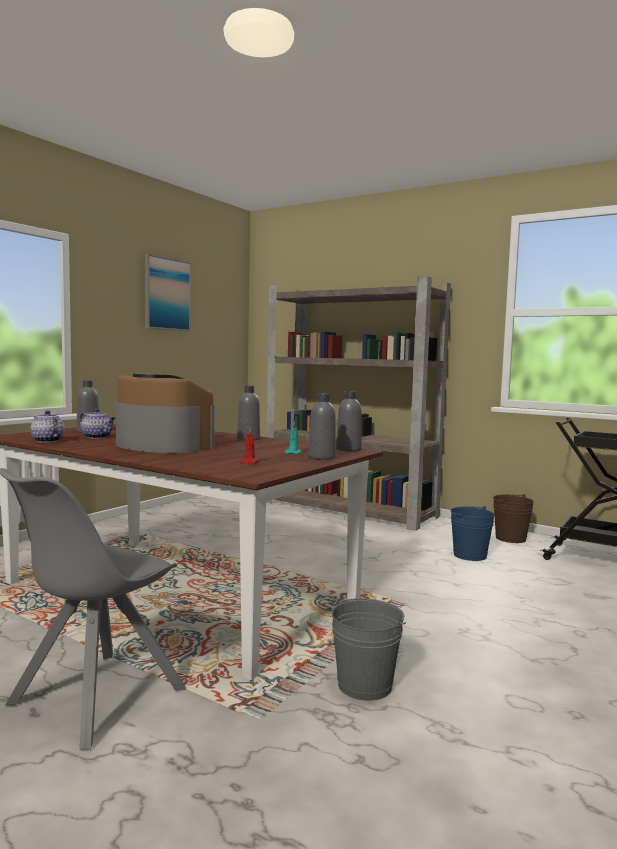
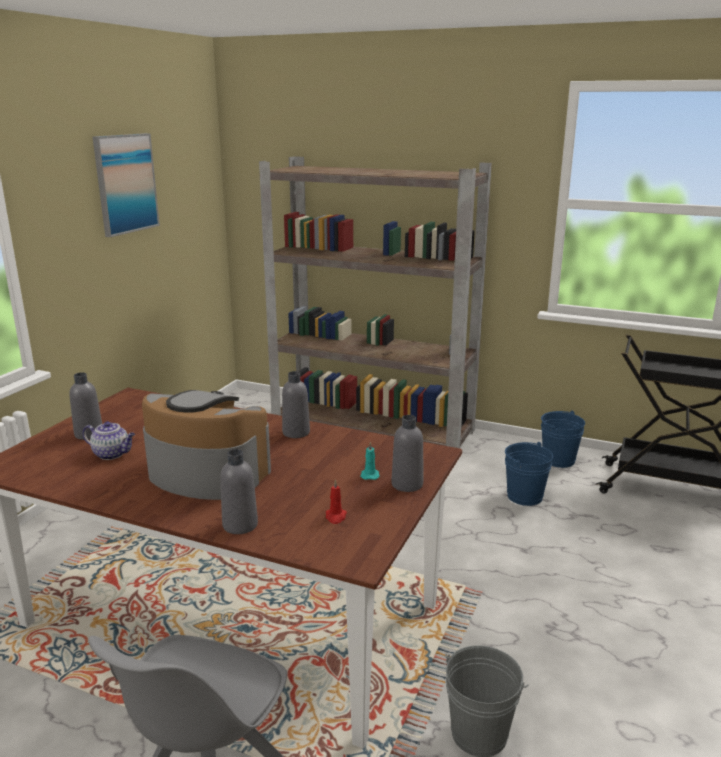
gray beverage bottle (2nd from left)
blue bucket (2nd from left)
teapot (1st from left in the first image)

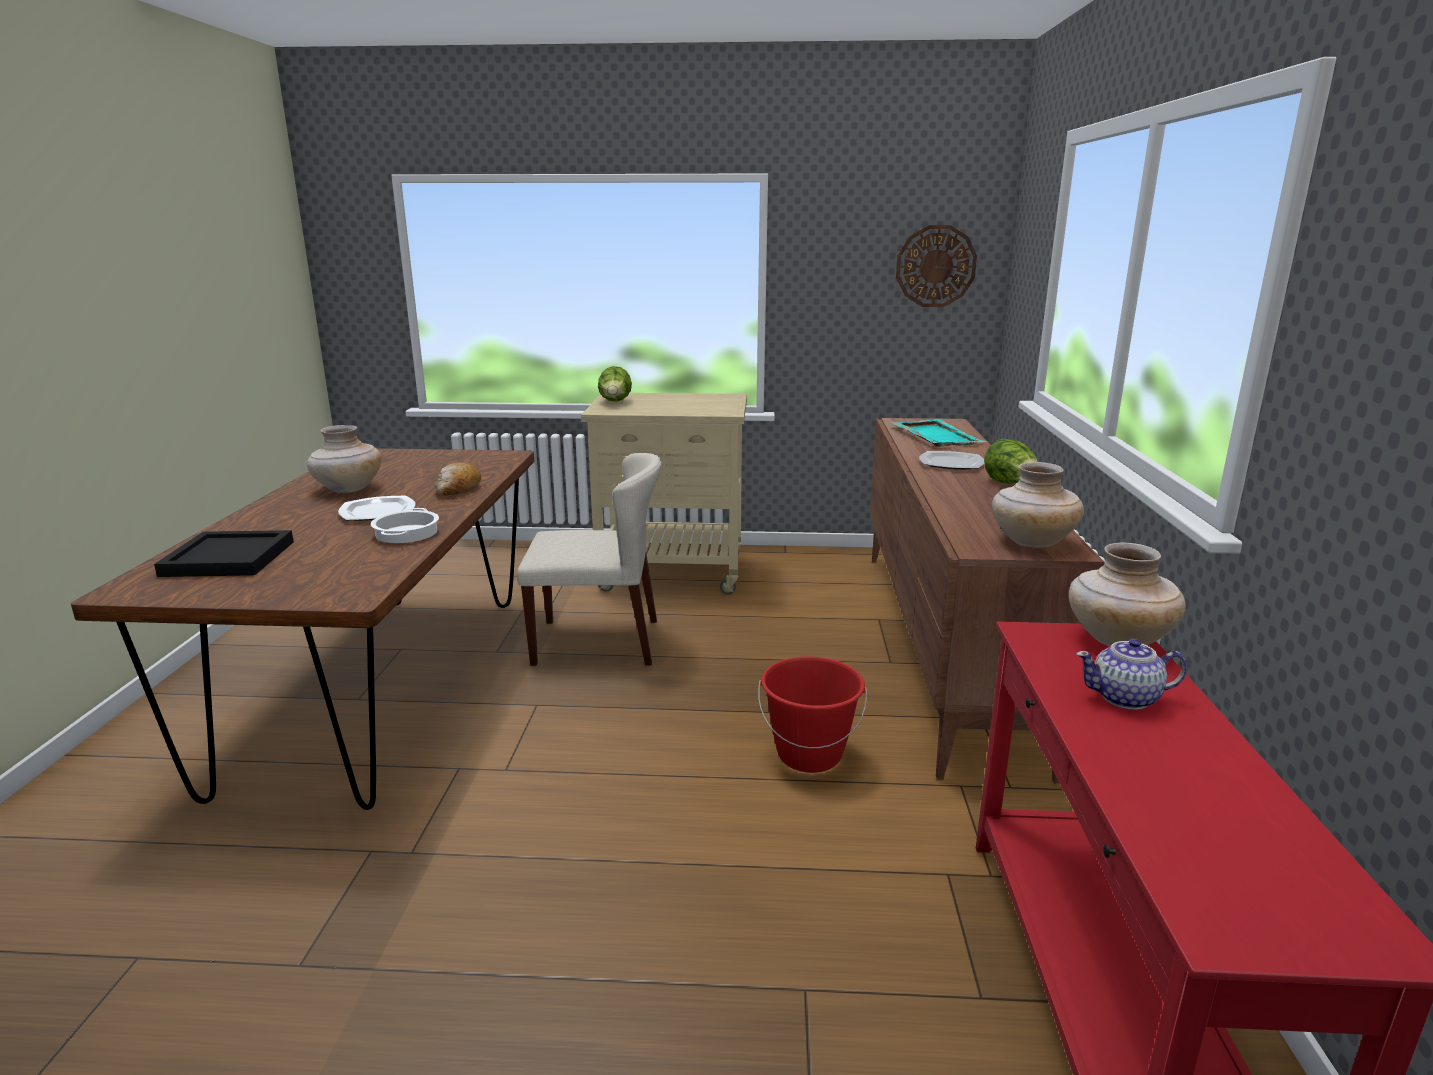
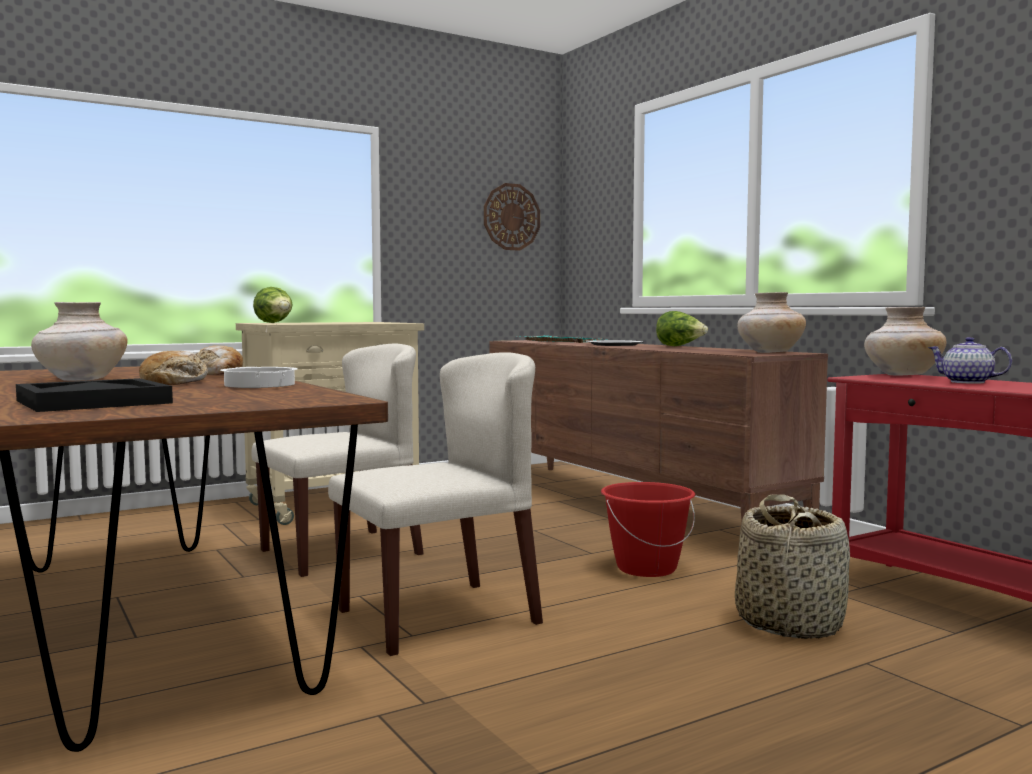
baked bread (1st from left)
beige-coloured upright chair (2nd from left)
basket
teapot

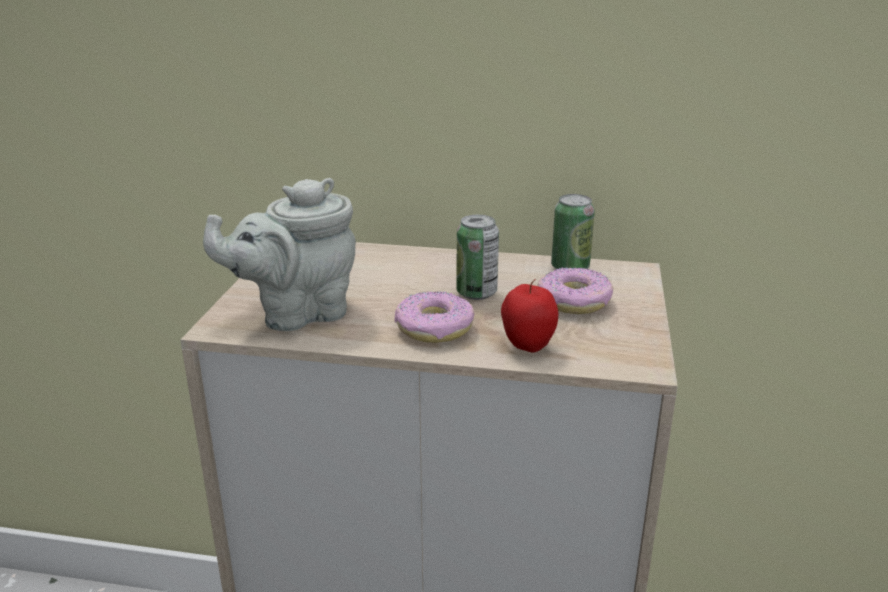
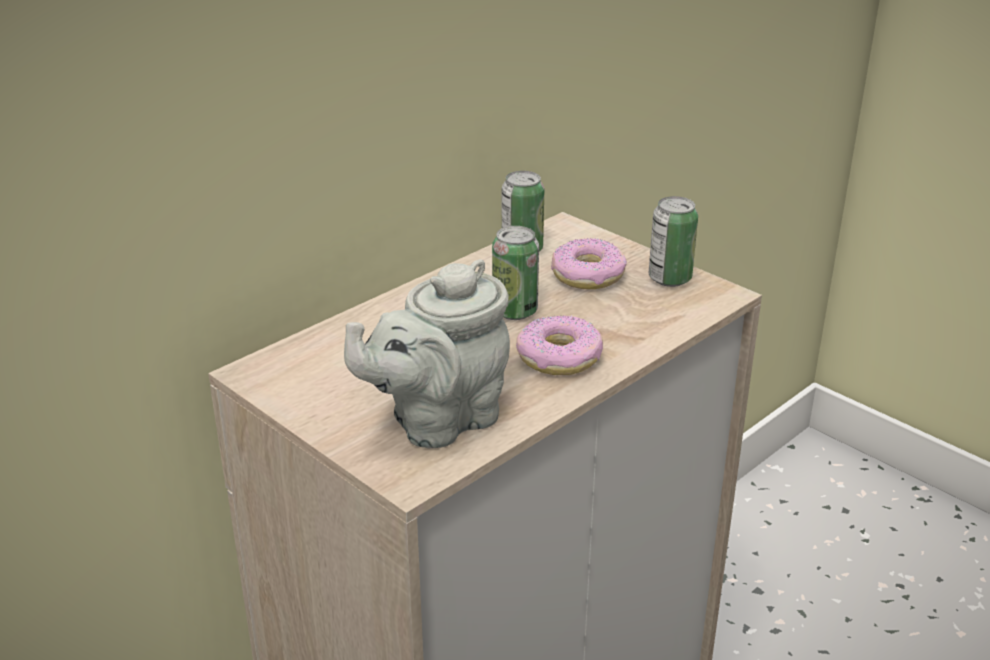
gray teapot
metal can (3rd from left)
whole apple

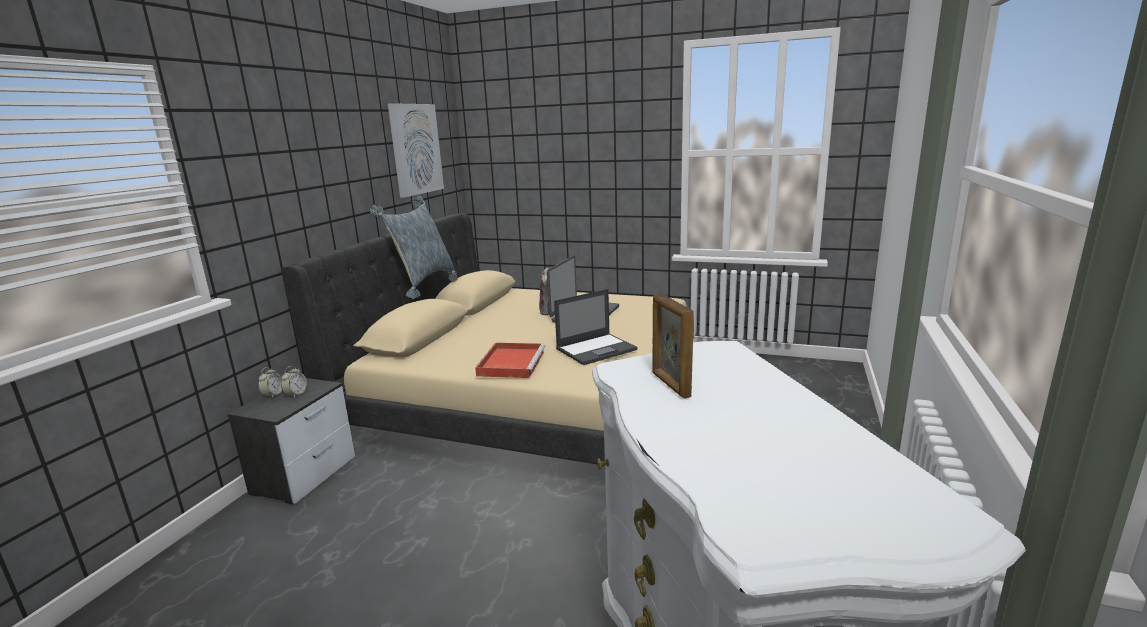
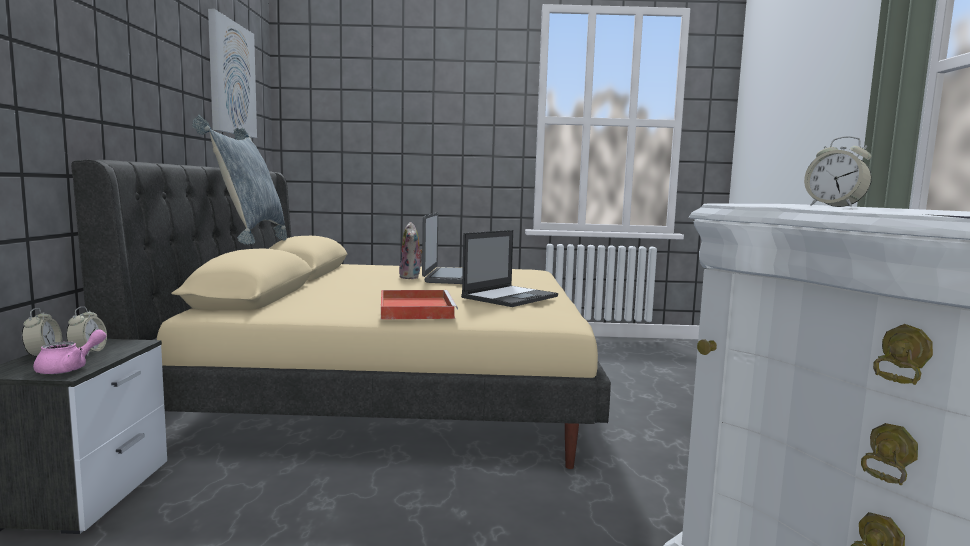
pinkish teapot
bedside clock (3rd from left)

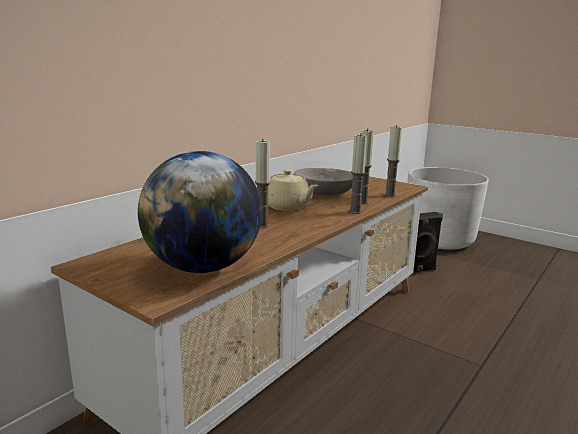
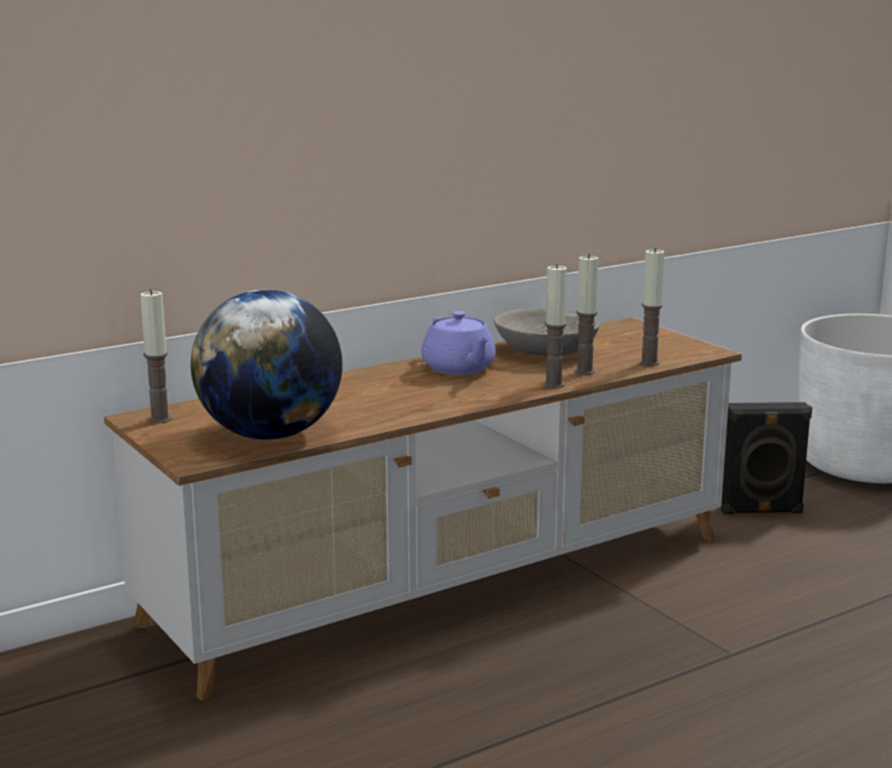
candle (1st from left)
purple teapot

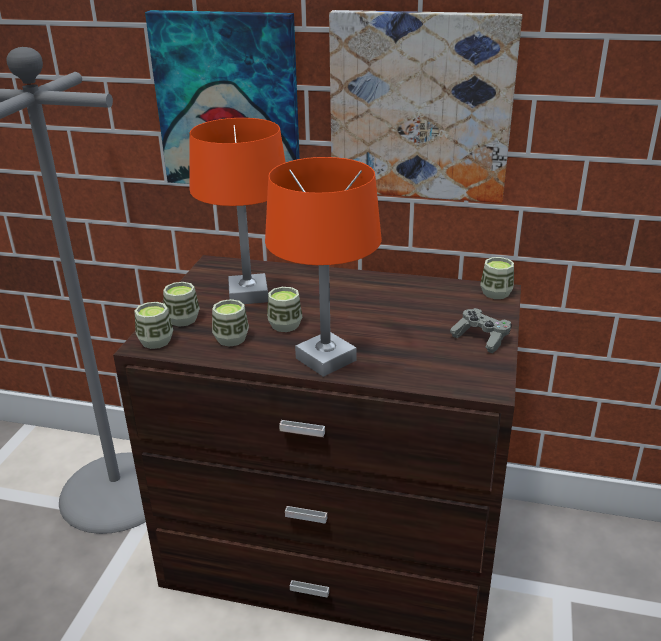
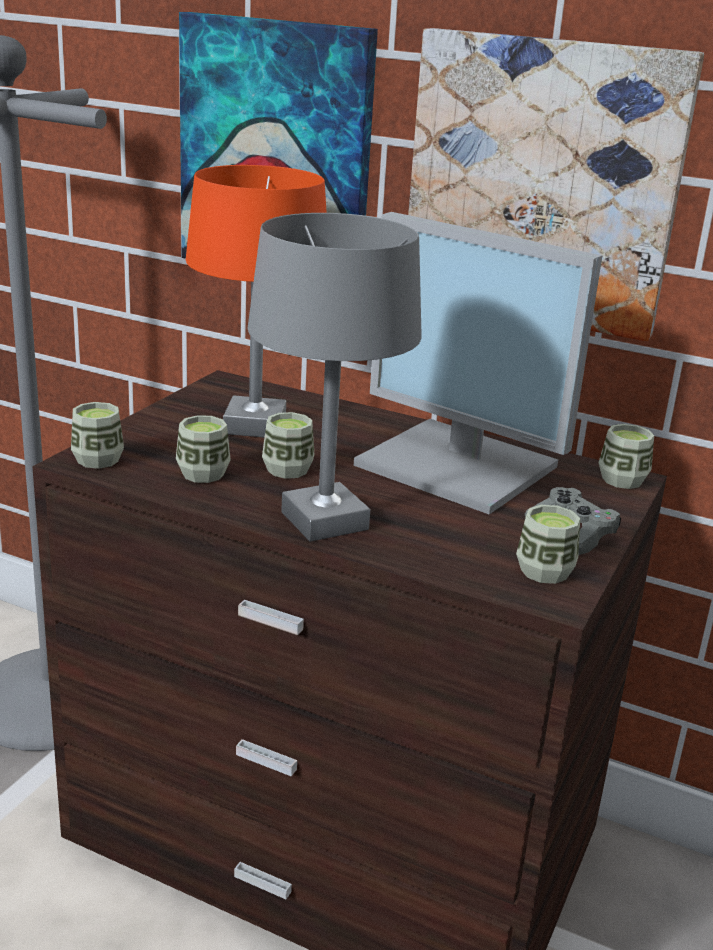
gray table lamp
monitor
cup (4th from left)

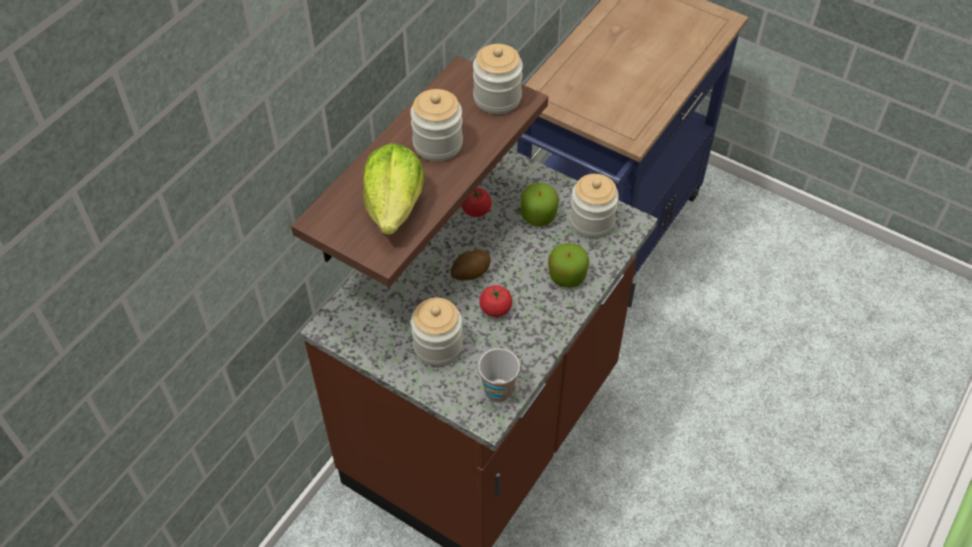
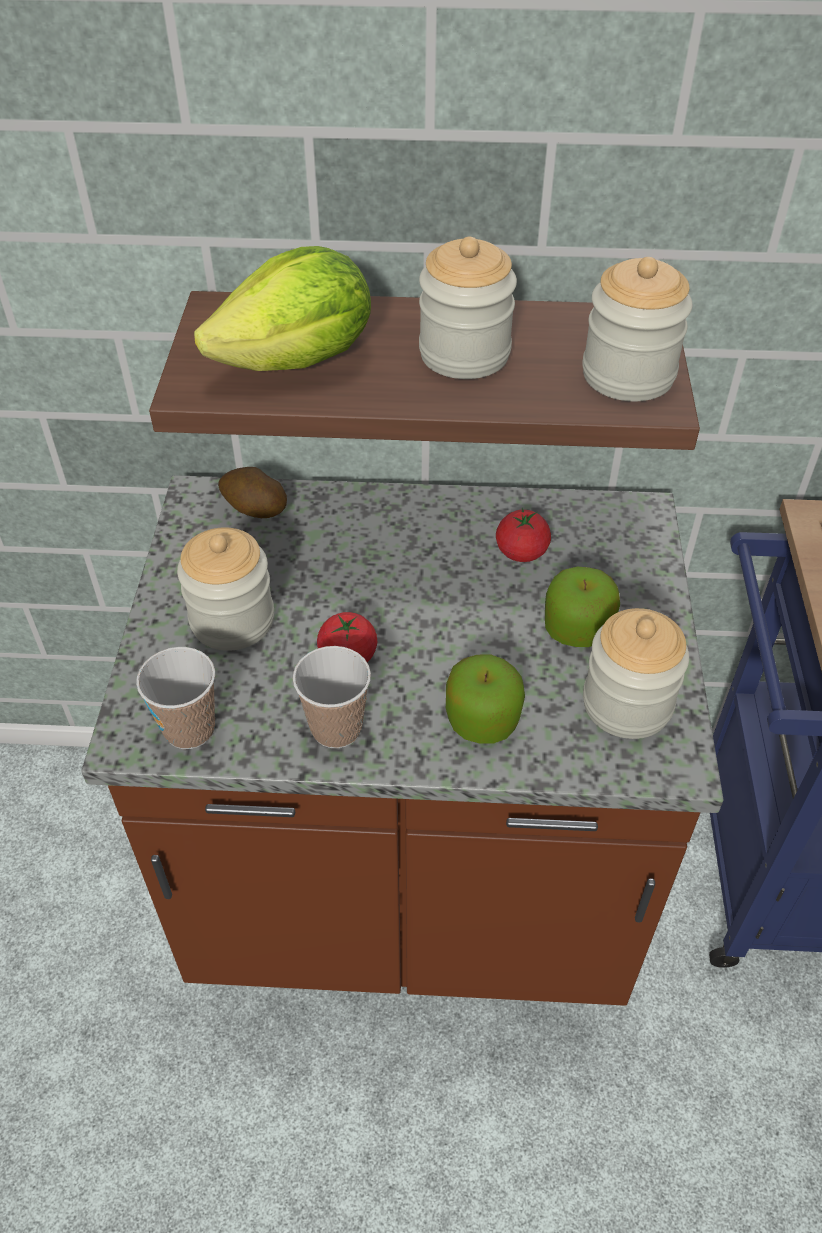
whole potato
cup (2nd from left)

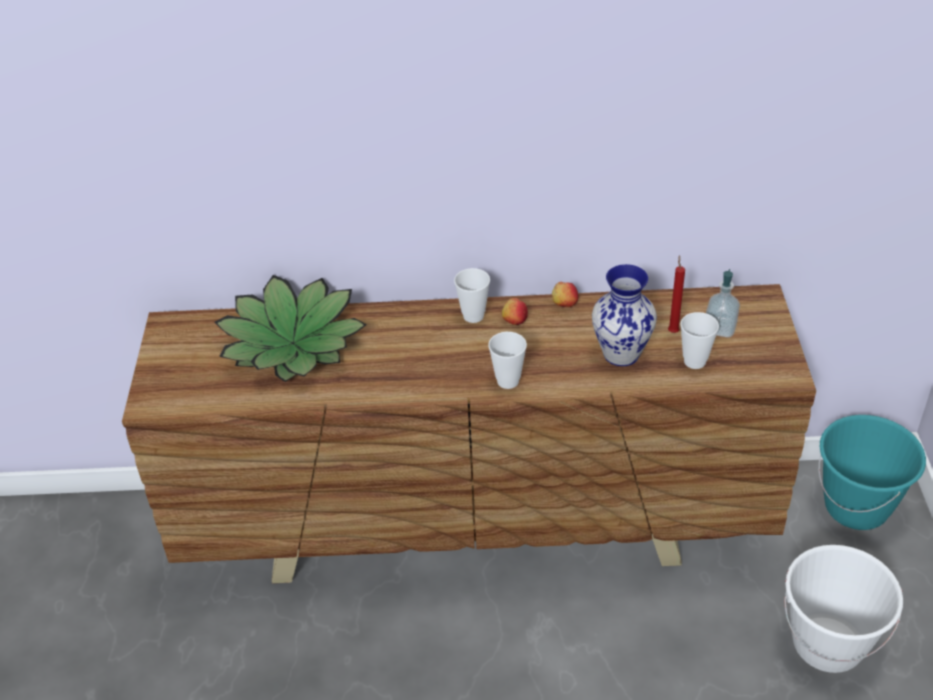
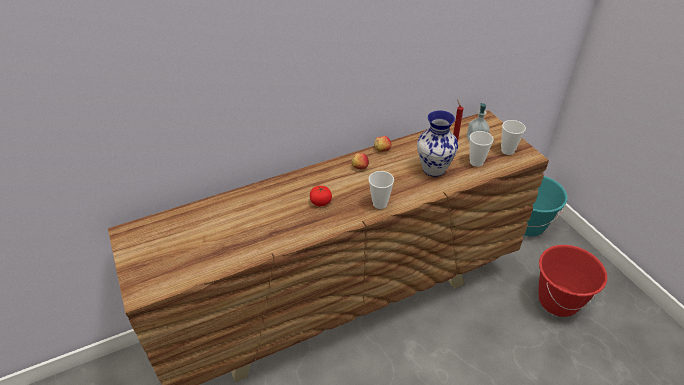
fresh tomato
cup (3rd from left)
red-coloured bucket
plant in a pot

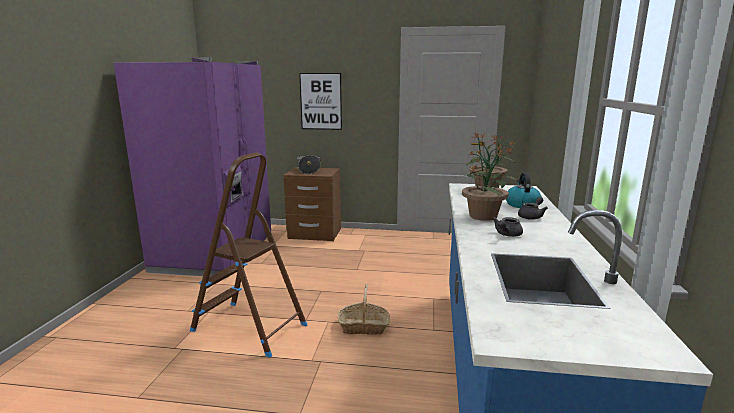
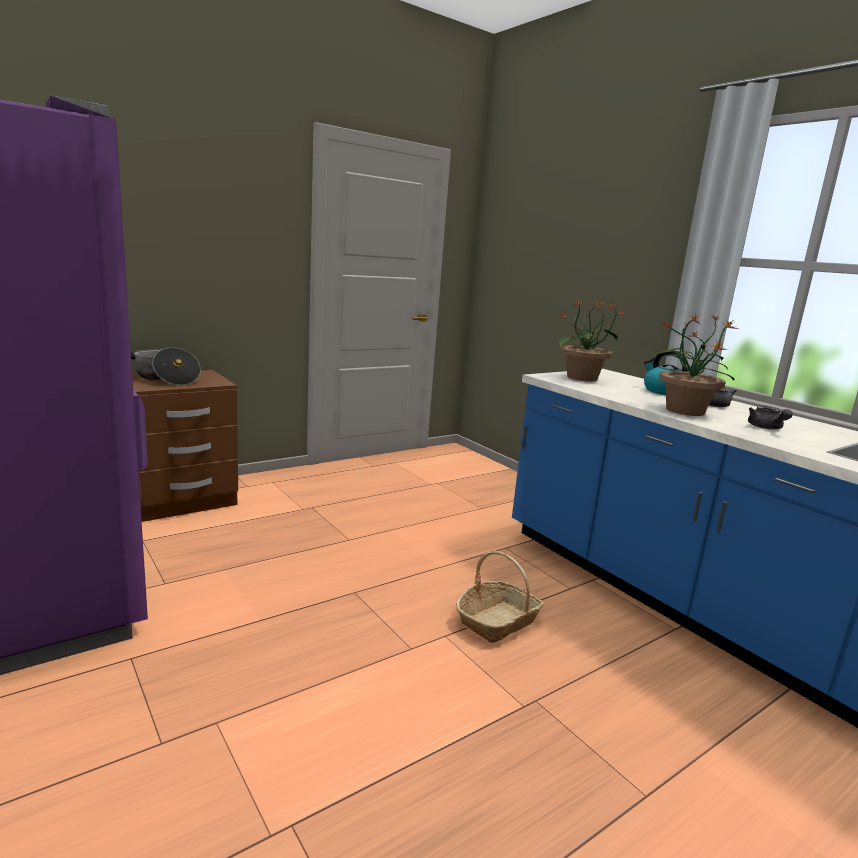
brown step ladder
picture

